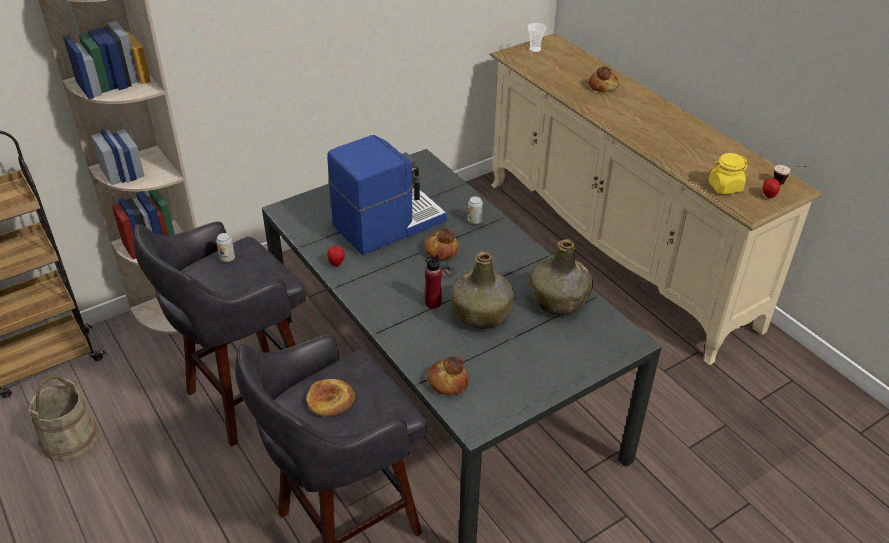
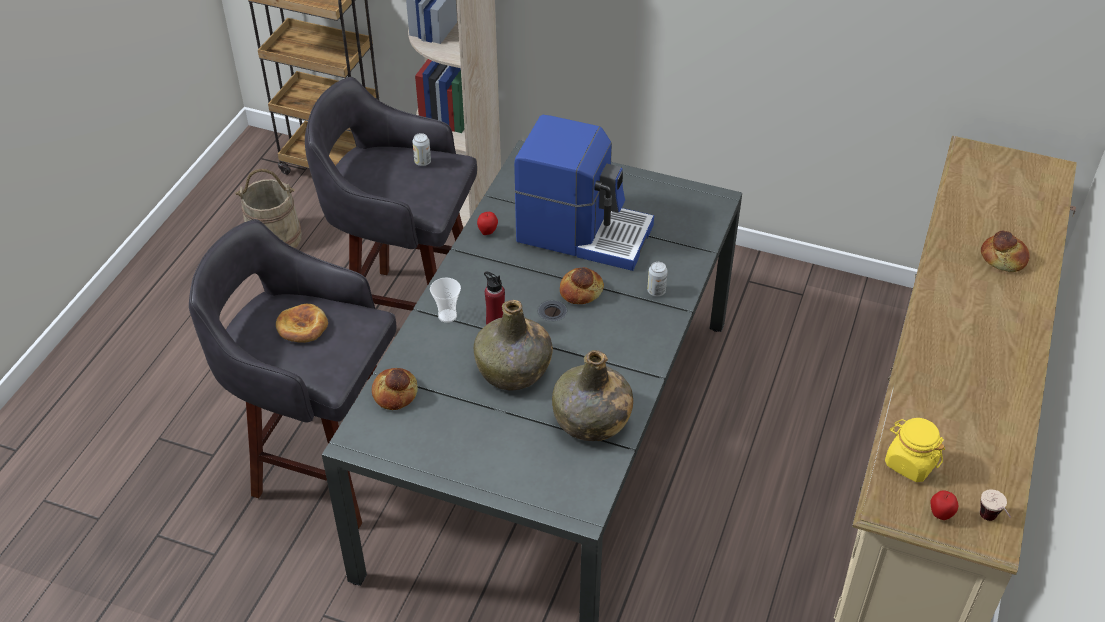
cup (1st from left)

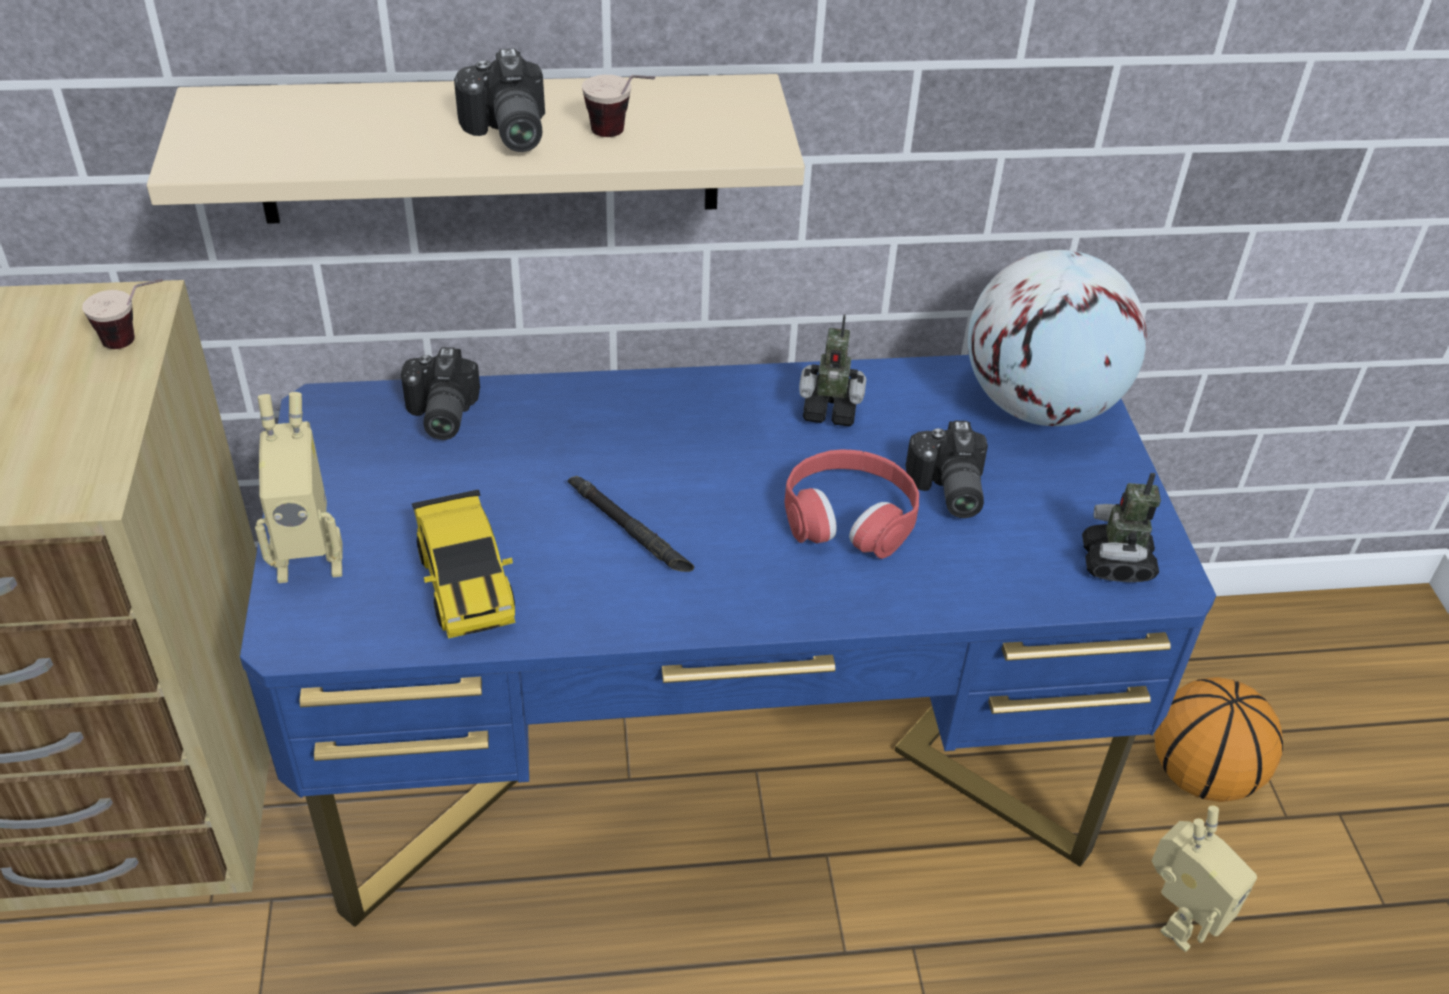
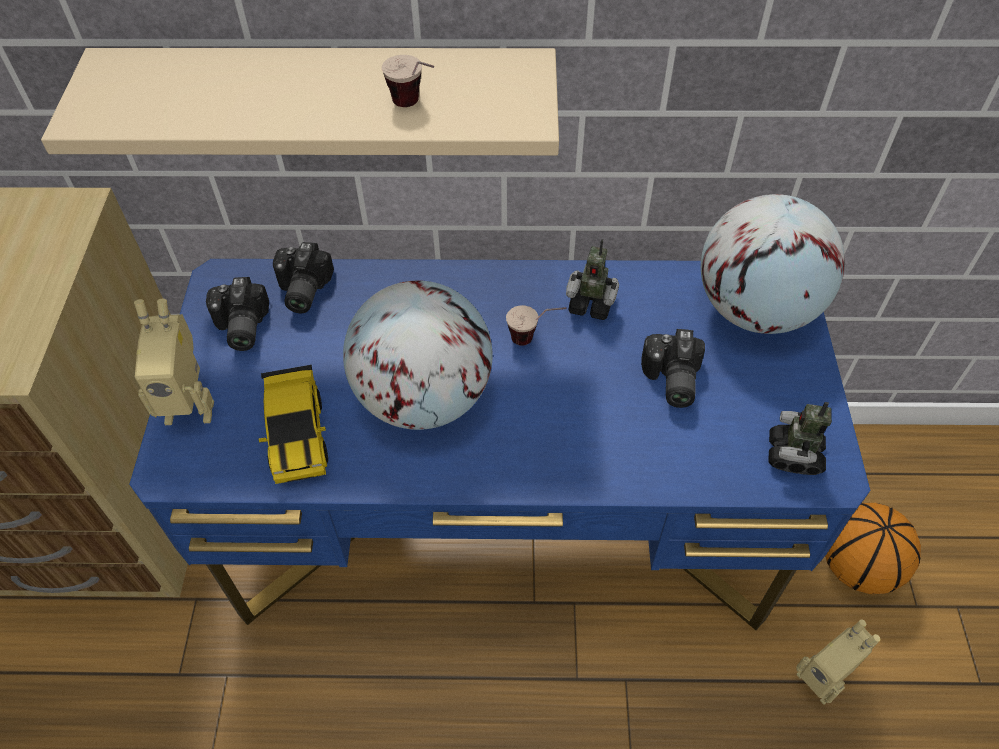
still camera (1st from left)
desk globe (1st from left)
cup (2nd from left)
robot figure (4th from left)
red-coloured headset

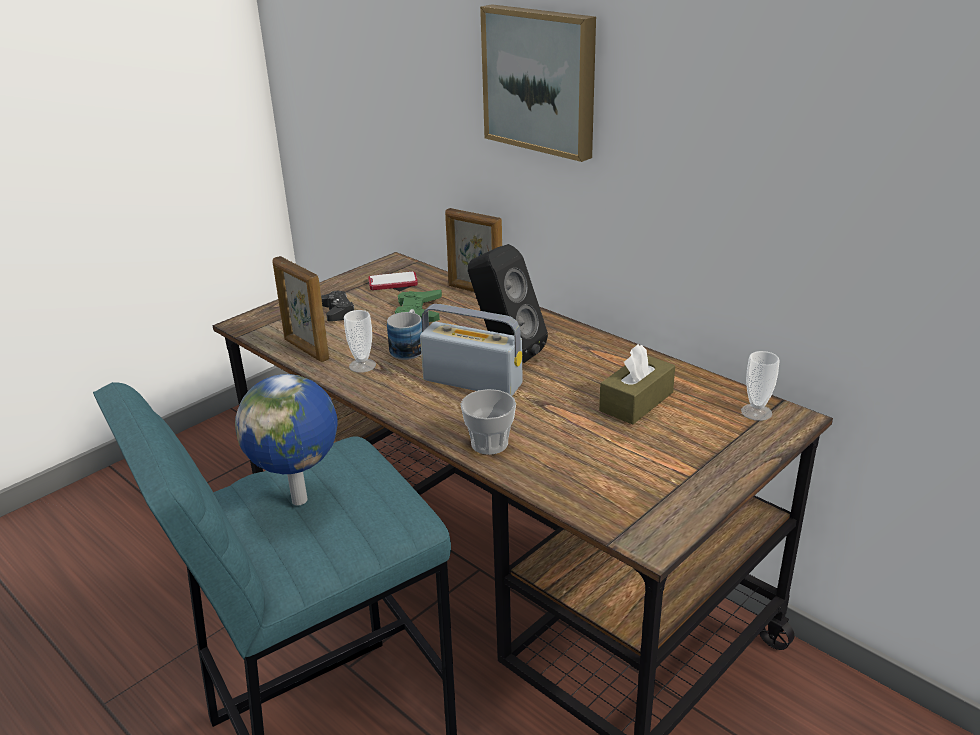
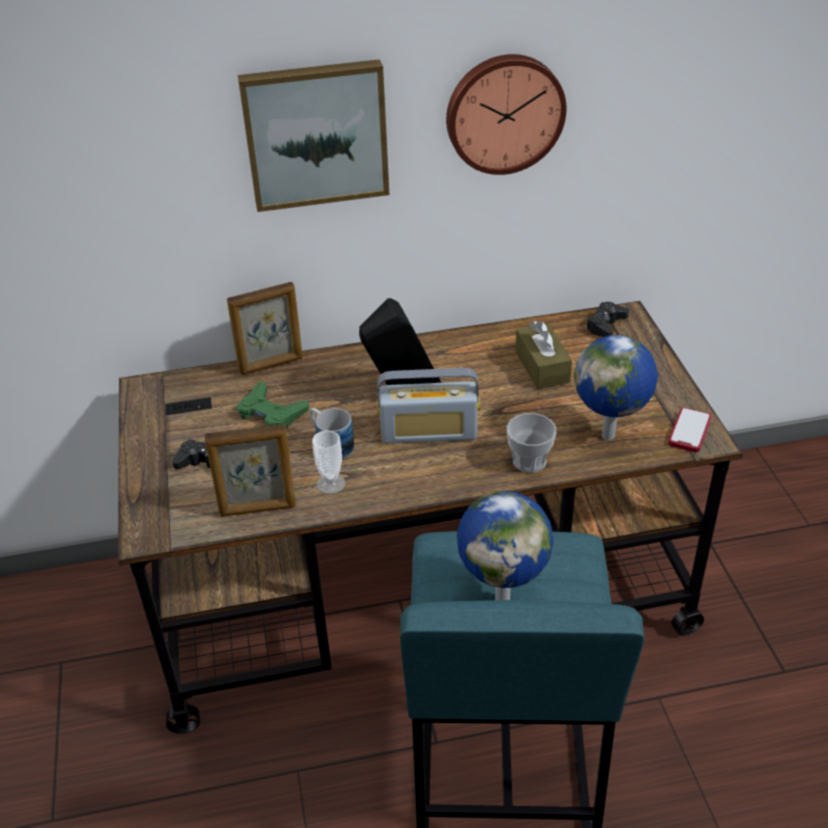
radio receiver
hanging clock
desk globe (2nd from left)
black joypad (2nd from left)
phone

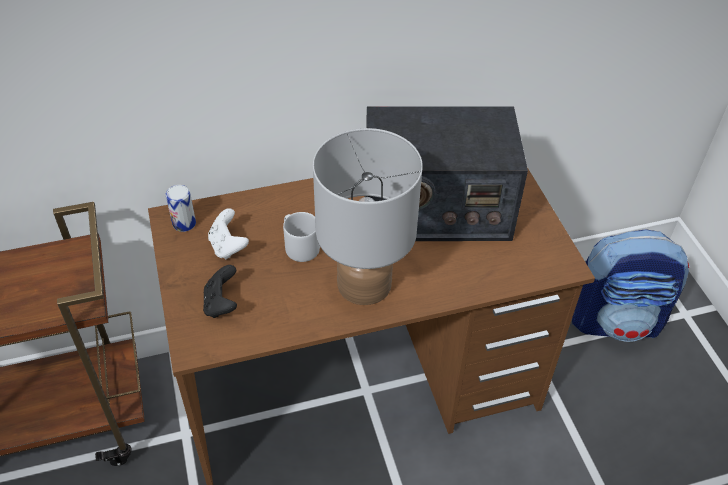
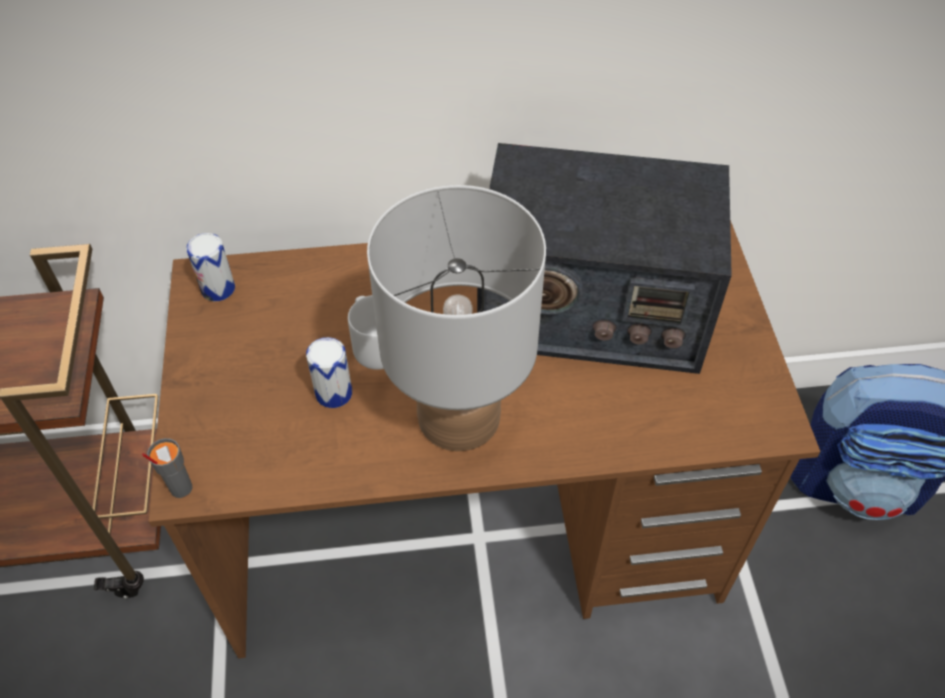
gray cup
metal can (2nd from left)
black joypad
white joypad

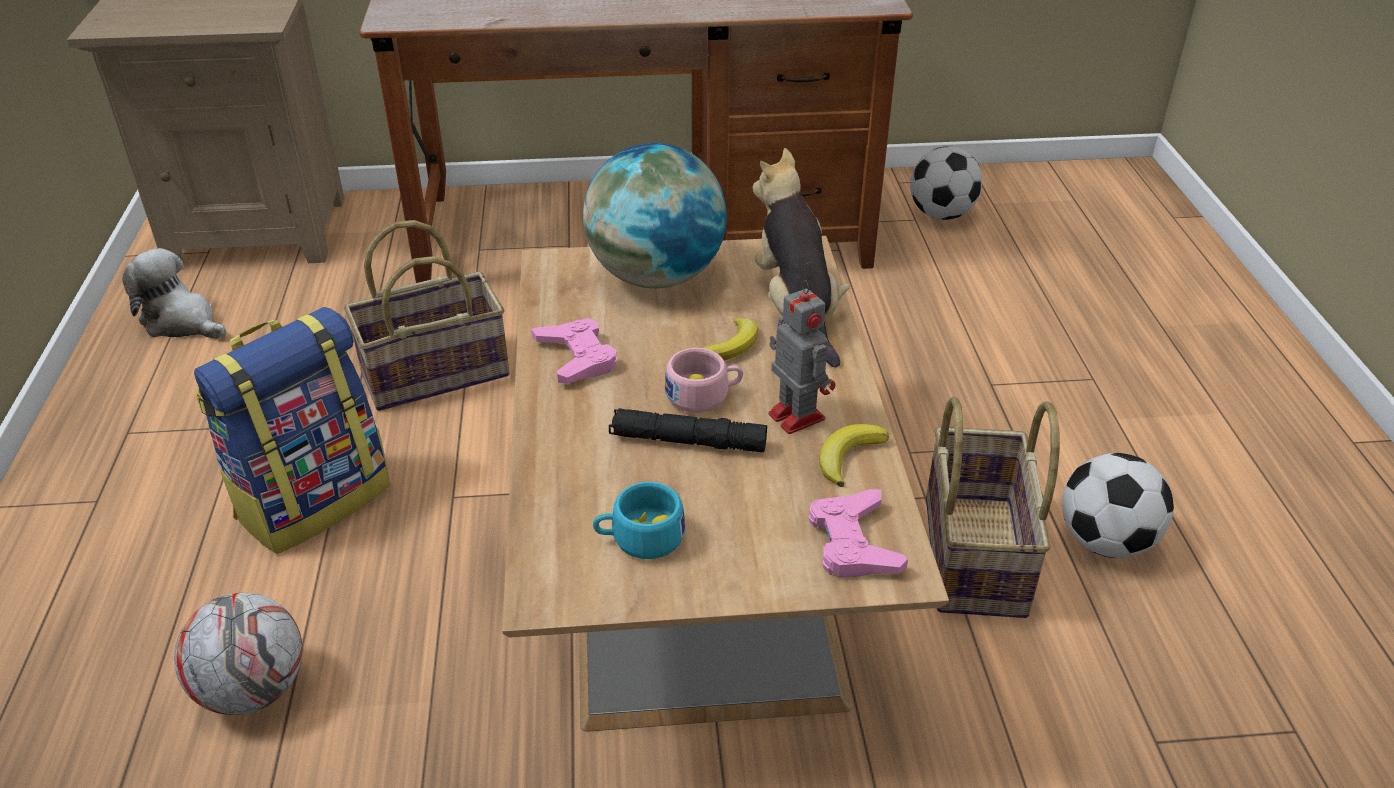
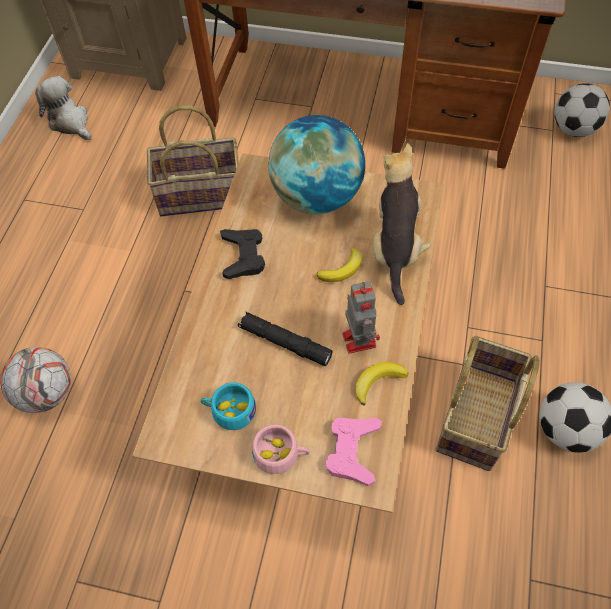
black joypad
pinkish cup
rucksack

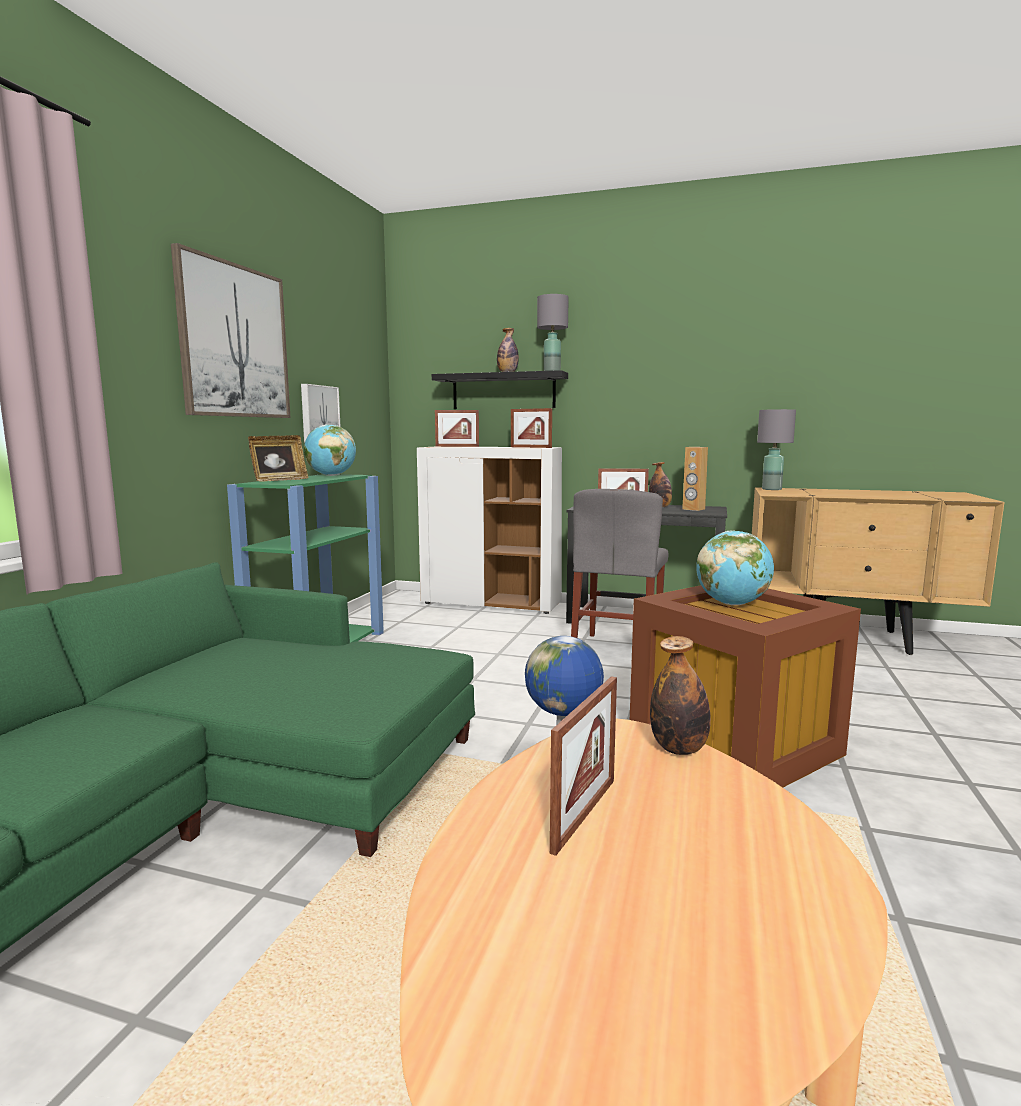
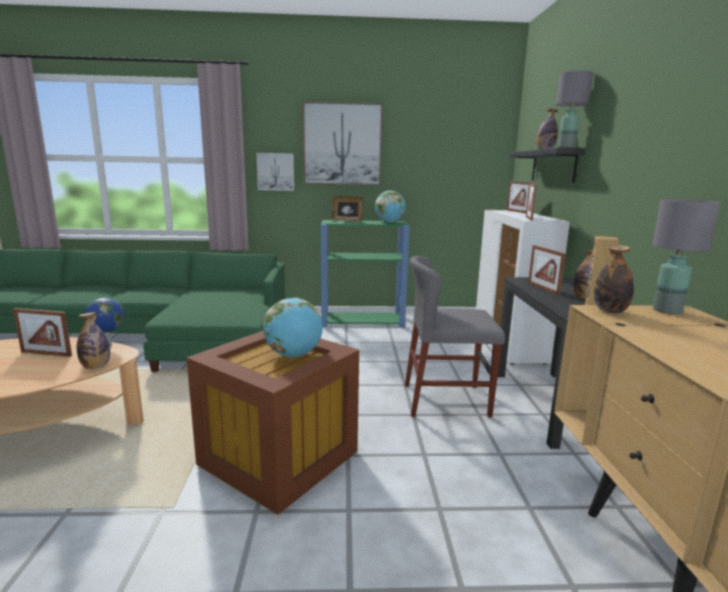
picture (1st from left)
beverage bottle (4th from left)

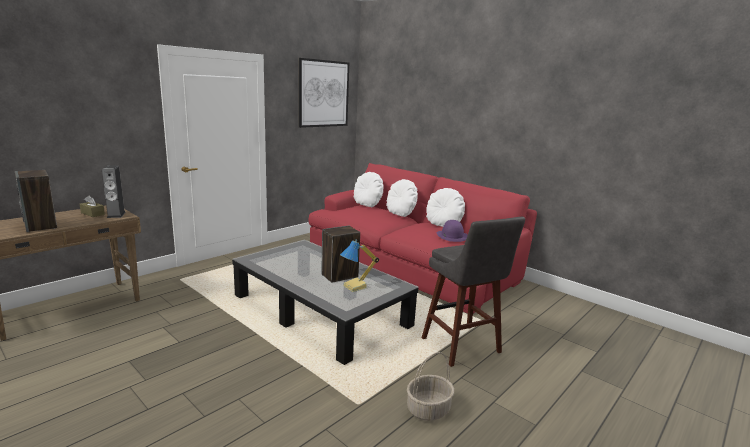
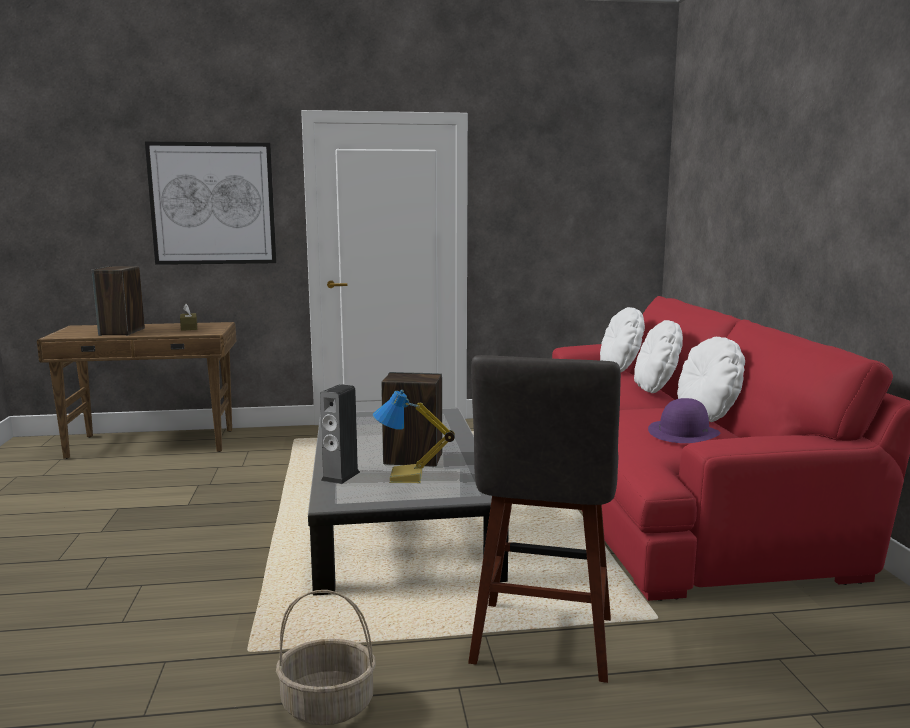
picture
audio speaker (2nd from left)

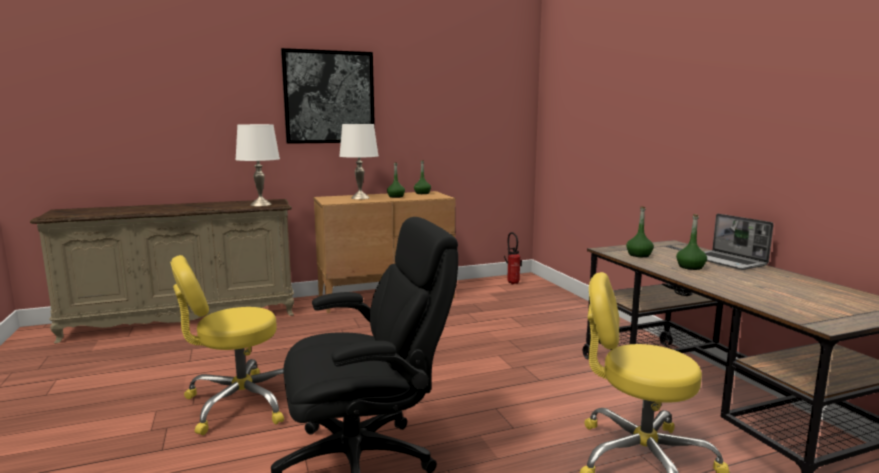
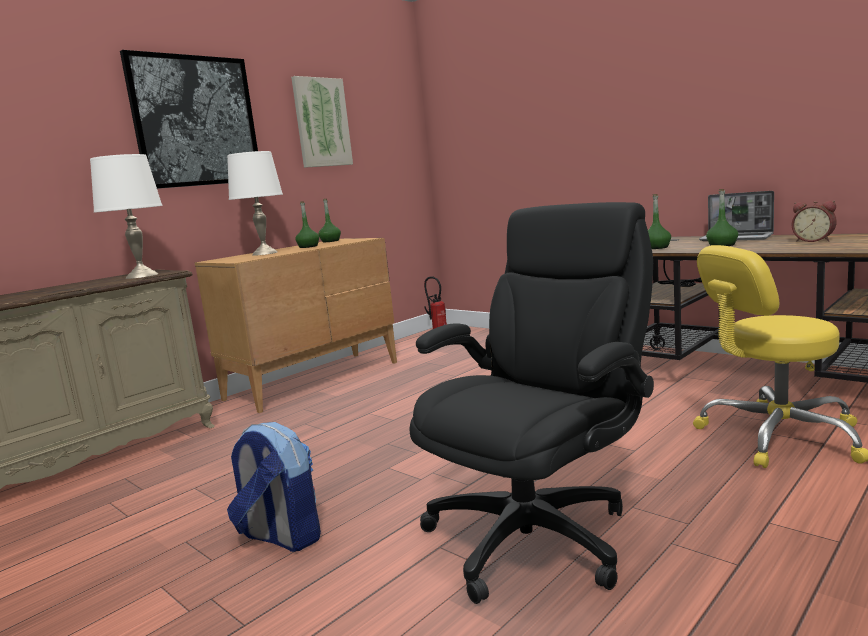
rucksack
picture (2nd from left)
bedside clock

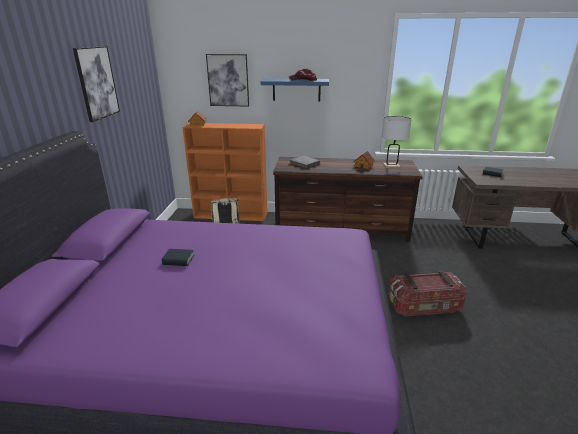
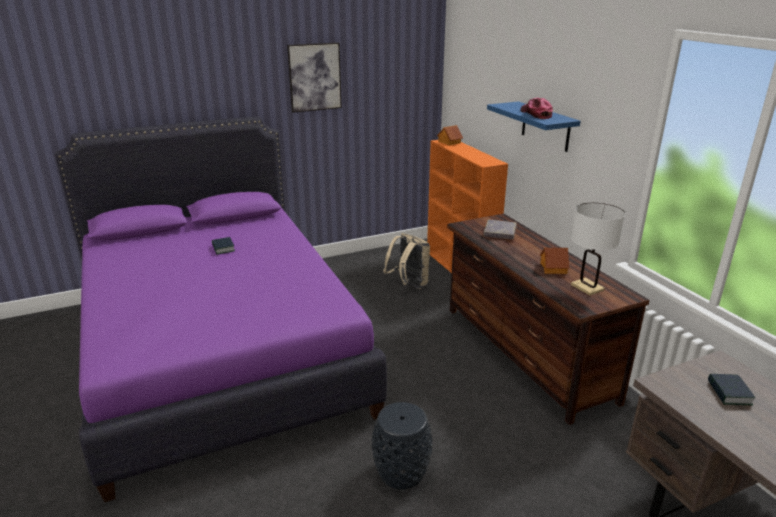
black stool
picture (2nd from left in the first image)

